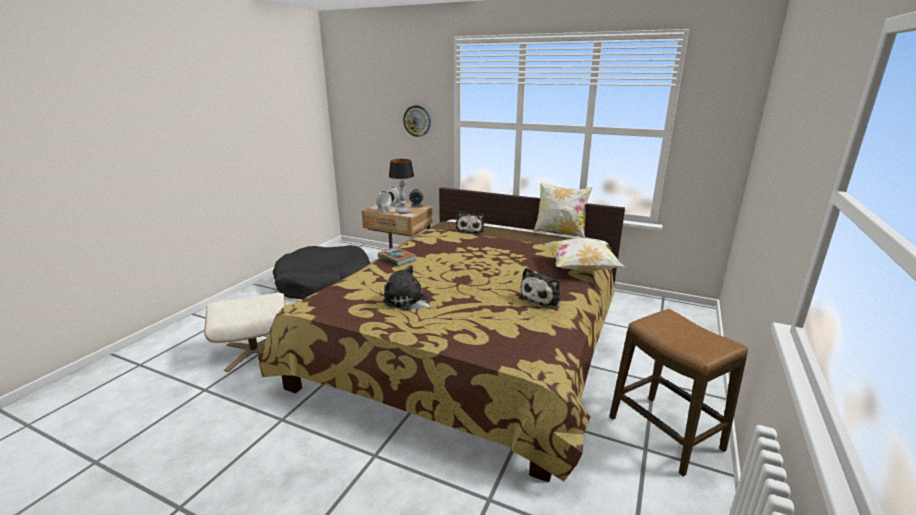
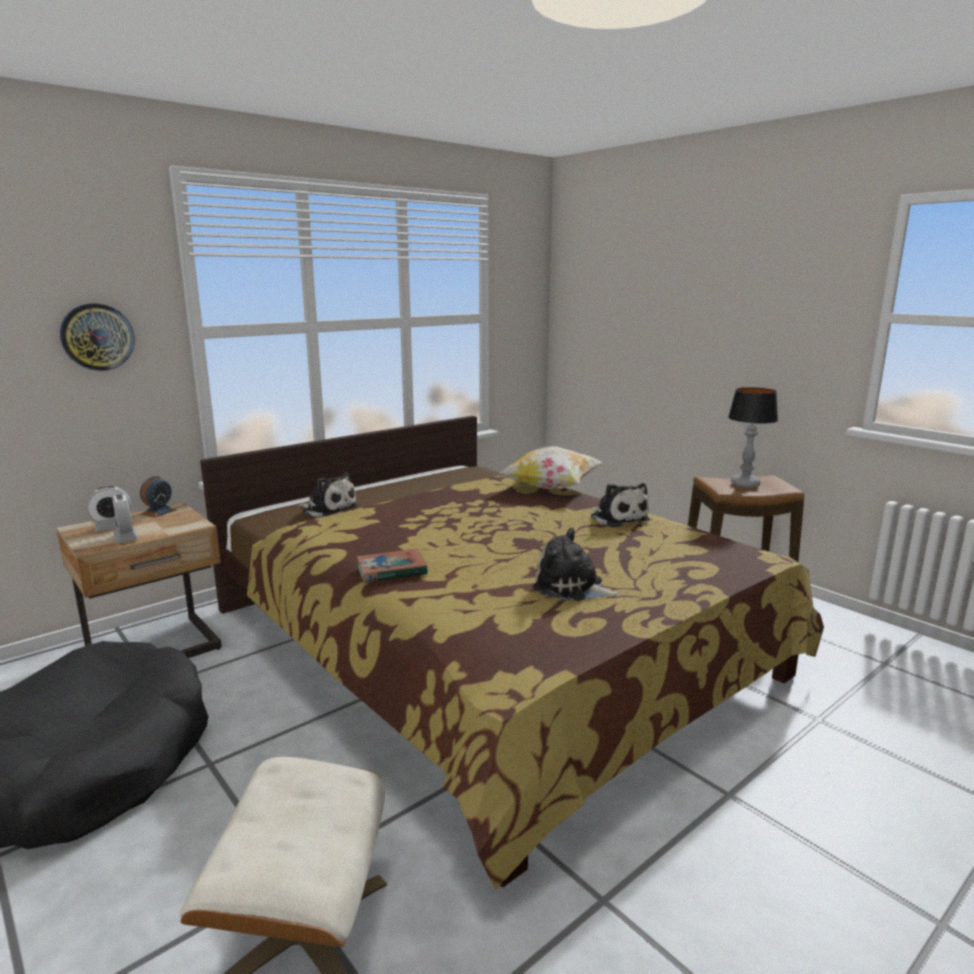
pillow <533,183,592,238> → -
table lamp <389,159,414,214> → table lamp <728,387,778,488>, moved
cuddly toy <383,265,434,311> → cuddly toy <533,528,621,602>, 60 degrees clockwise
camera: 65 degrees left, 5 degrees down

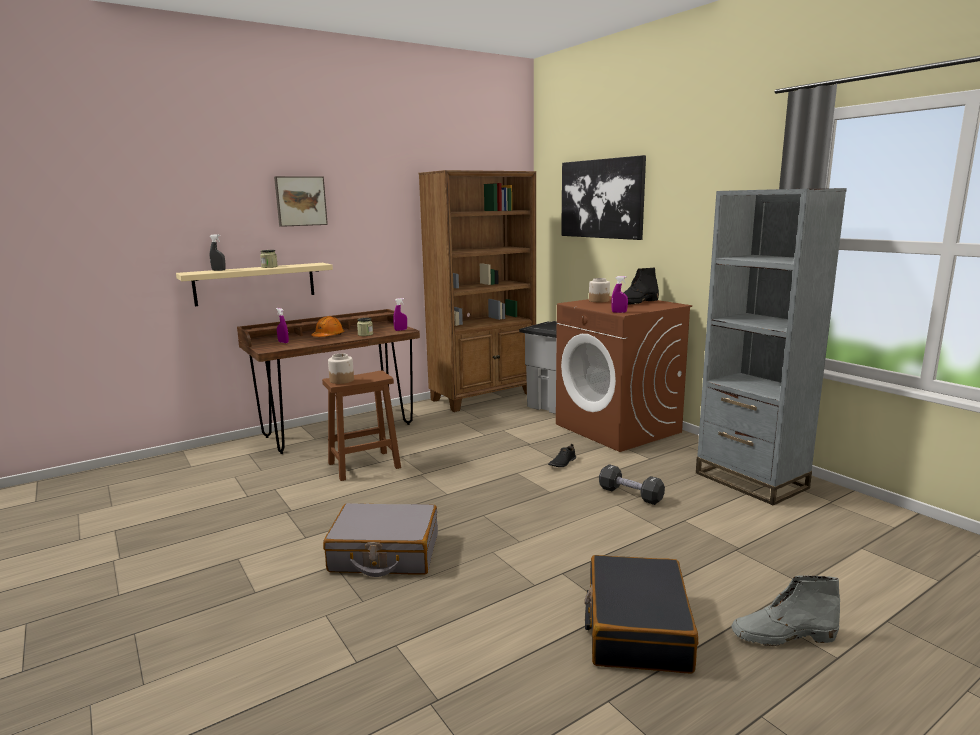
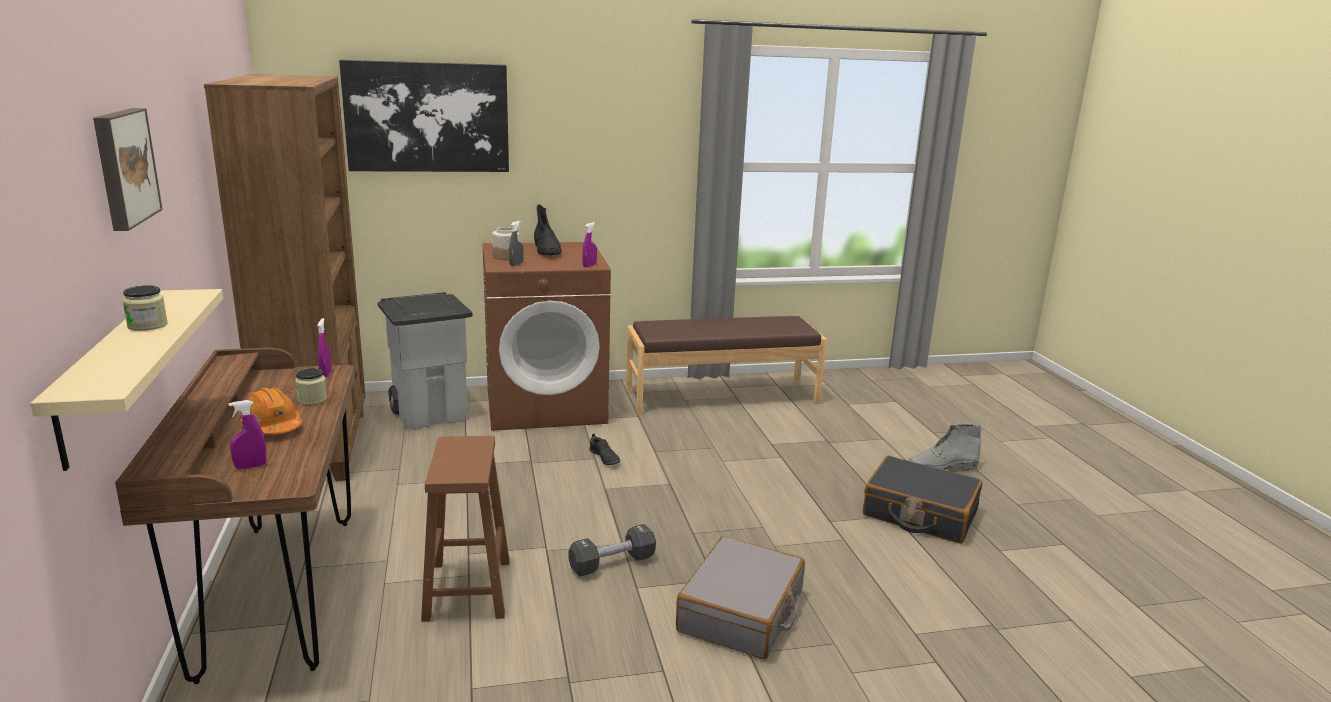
storage jar <328,354,354,384> → -
grey sprayer <210,234,226,271> → grey sprayer <509,221,524,266>, moved
black-coloured free weight <599,464,665,505> → black-coloured free weight <568,524,656,577>, moved
grey bookcase <696,188,847,505> → brownish bench <626,316,827,414>
grey boot <731,575,840,646> → grey boot <907,424,981,471>, 60 degrees clockwise
camera: 70 degrees left, 5 degrees up

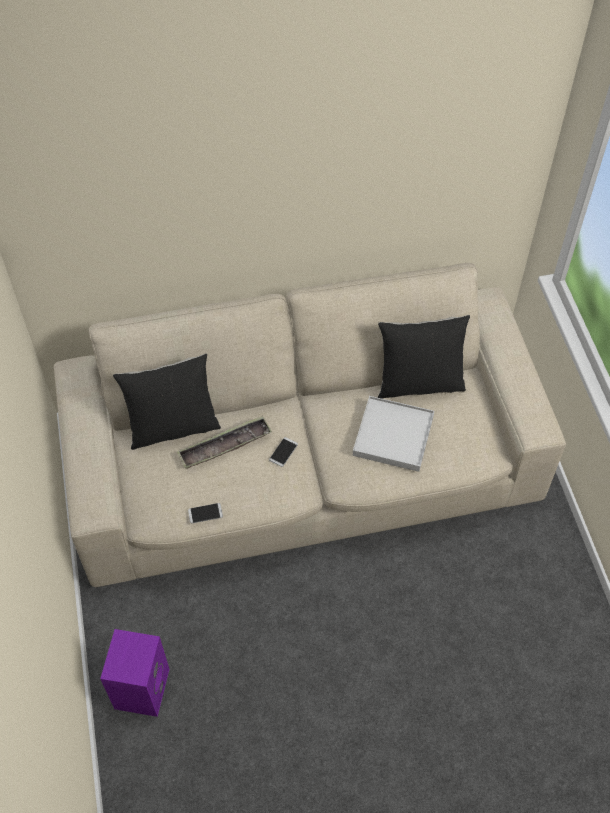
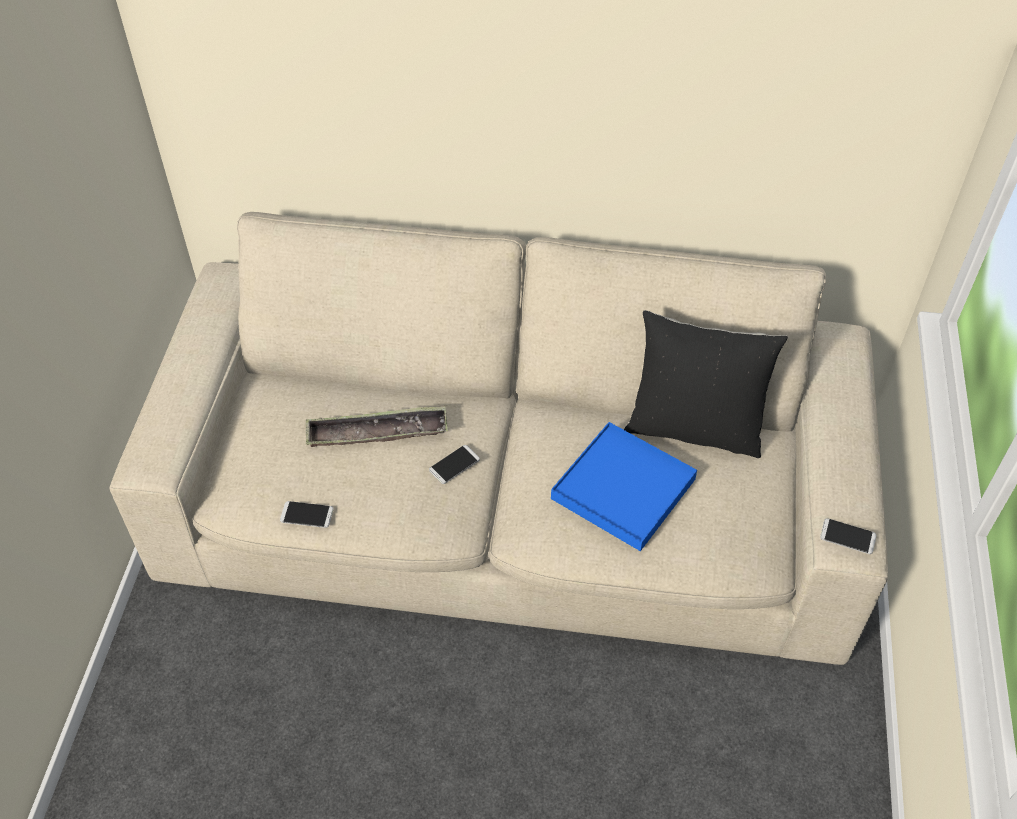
purplish audio speaker <100,629,169,717> → -
black-coloured pillow <113,353,221,450> → -
- → telephone <820,518,877,554>
white serving tray <353,396,434,472> → bluish serving tray <551,422,697,551>
camera: 20 degrees right, 5 degrees down

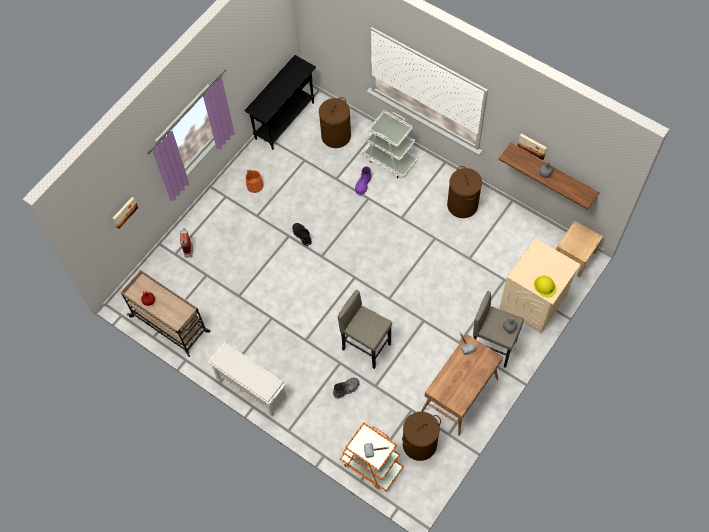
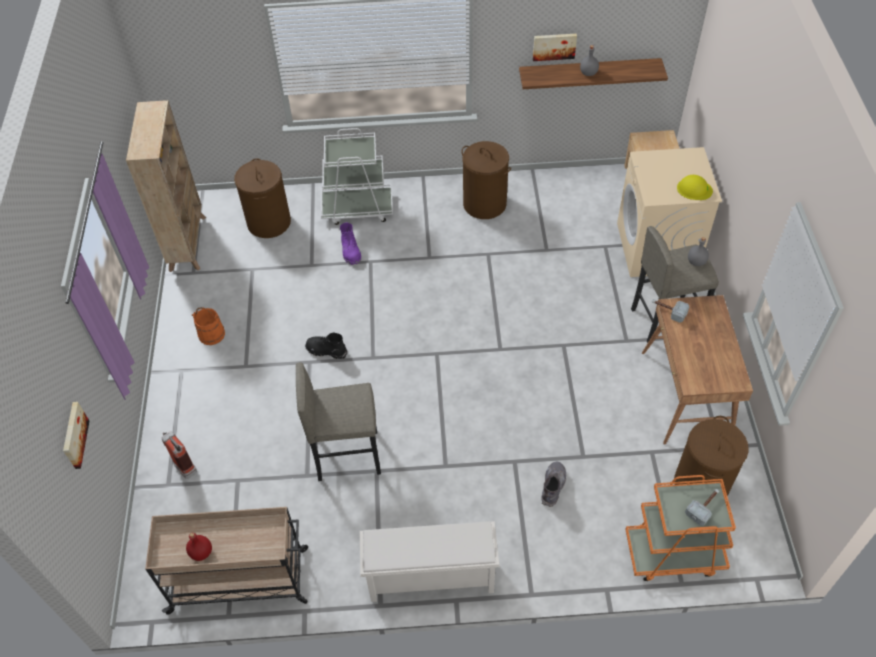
grey stool seat <338,290,392,369> → grey stool seat <296,362,381,481>, moved
black-coloured narrow table <244,55,316,150> → beige-coloured bookcase <126,100,206,272>
camera: 40 degrees left, 10 degrees down

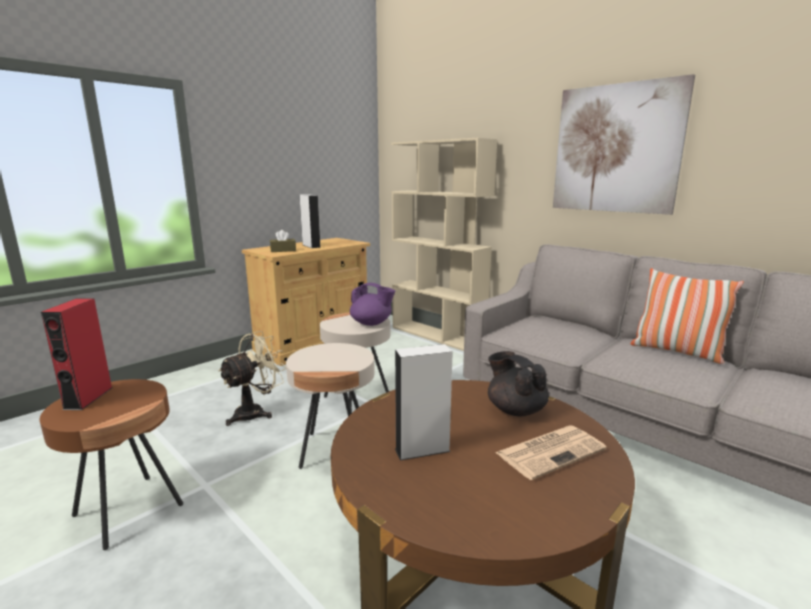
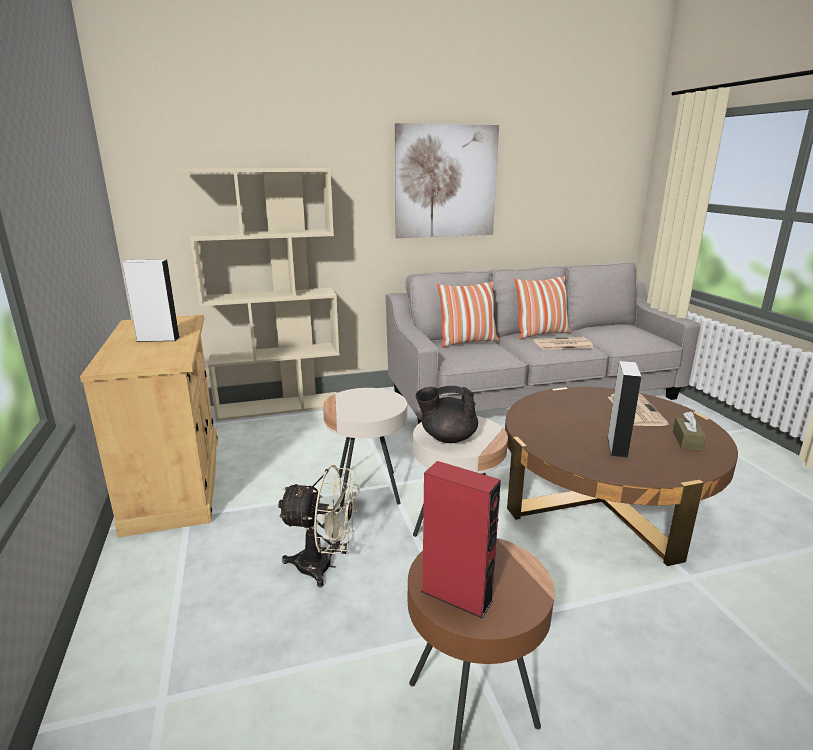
purplish pot for tea <350,283,395,326> → -
- → pillow <437,281,499,347>
- → printed paper <534,337,594,350>
brownish box of tissues <270,230,296,252> → brownish box of tissues <673,411,706,451>, moved
black-coloured pot for tea <488,351,549,416> → black-coloured pot for tea <416,386,478,443>, moved
beige-coloured fan <218,331,286,426> → beige-coloured fan <277,465,359,588>, 120 degrees clockwise
camera: 60 degrees left, 5 degrees up

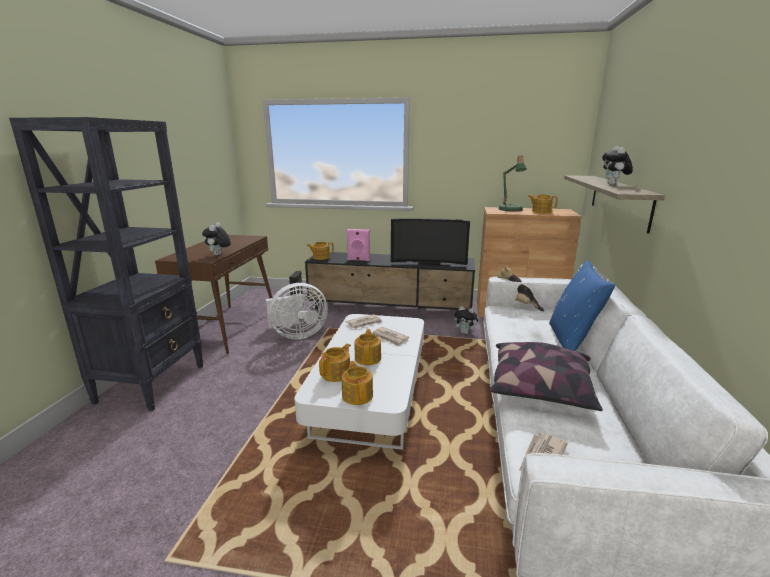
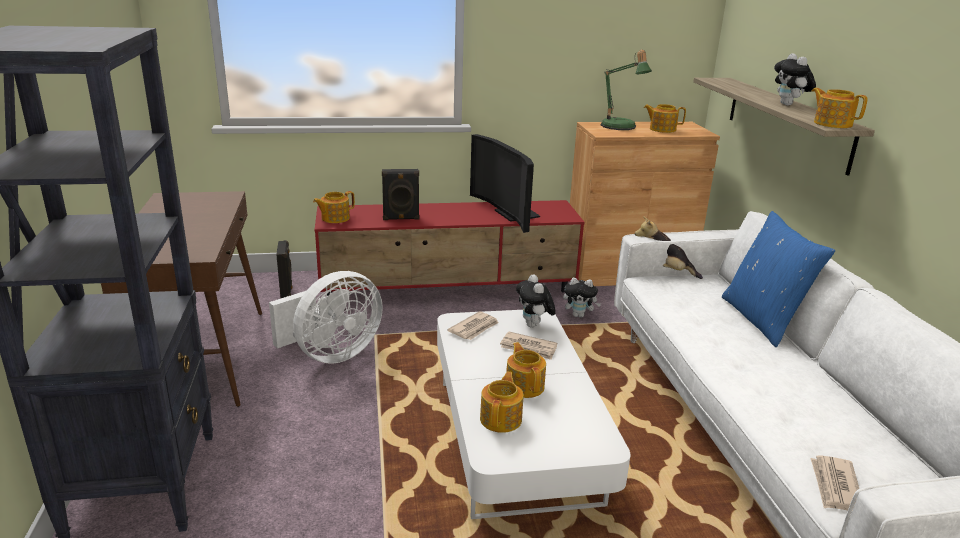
pillow <489,342,603,411> → -
cuddly toy <202,223,231,256> → cuddly toy <516,274,556,327>, moved
pot for tea <342,361,373,405> → pot for tea <812,88,868,128>, moved
black-coloured tv stand <305,252,475,310> → reddish tv stand <314,200,585,296>
pink-coloured audio speaker <346,229,370,261> → black-coloured audio speaker <382,169,419,220>
television <391,218,470,265> → television <470,134,540,233>, 75 degrees clockwise
camera: 20 degrees left, 5 degrees up

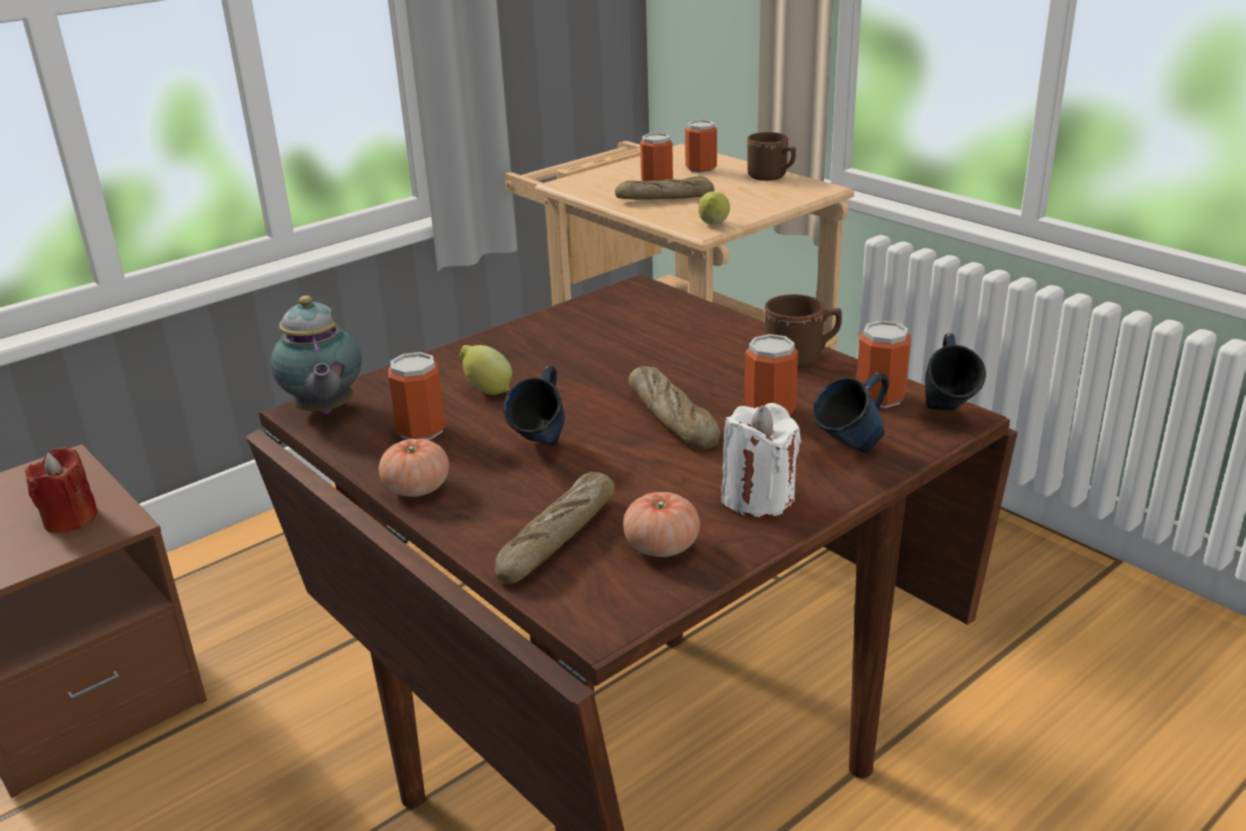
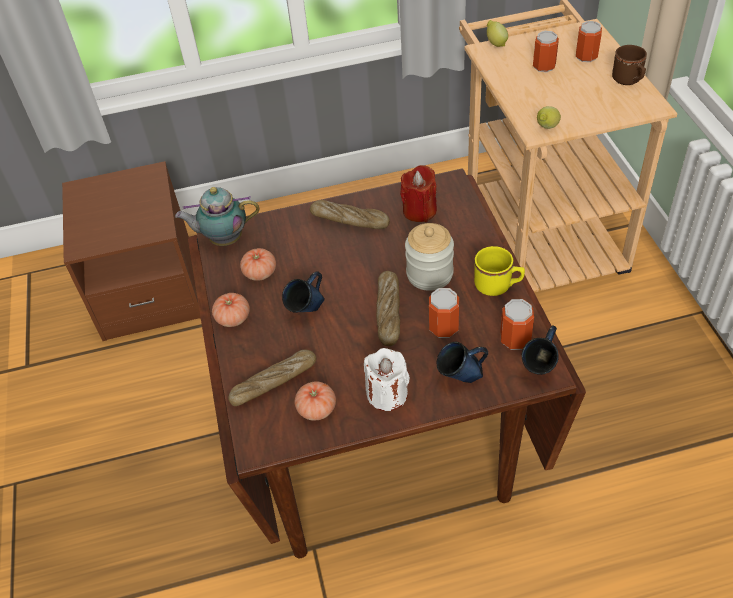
- → storage jar <405,223,454,291>
reddish candle <25,447,98,533> → reddish candle <400,165,437,222>, moved
citrus fruit <460,345,512,395> → citrus fruit <487,20,508,47>, moved
bakery bread <615,176,714,200> → bakery bread <310,200,390,229>, moved
metal can <388,352,446,440> → fresh tomato <240,248,276,281>
brownish coffee mug <765,294,842,369> → yellowish coffee mug <474,246,525,296>
pot for tea <271,296,362,414> → pot for tea <175,187,259,246>, 75 degrees clockwise
camera: 30 degrees right, 20 degrees up

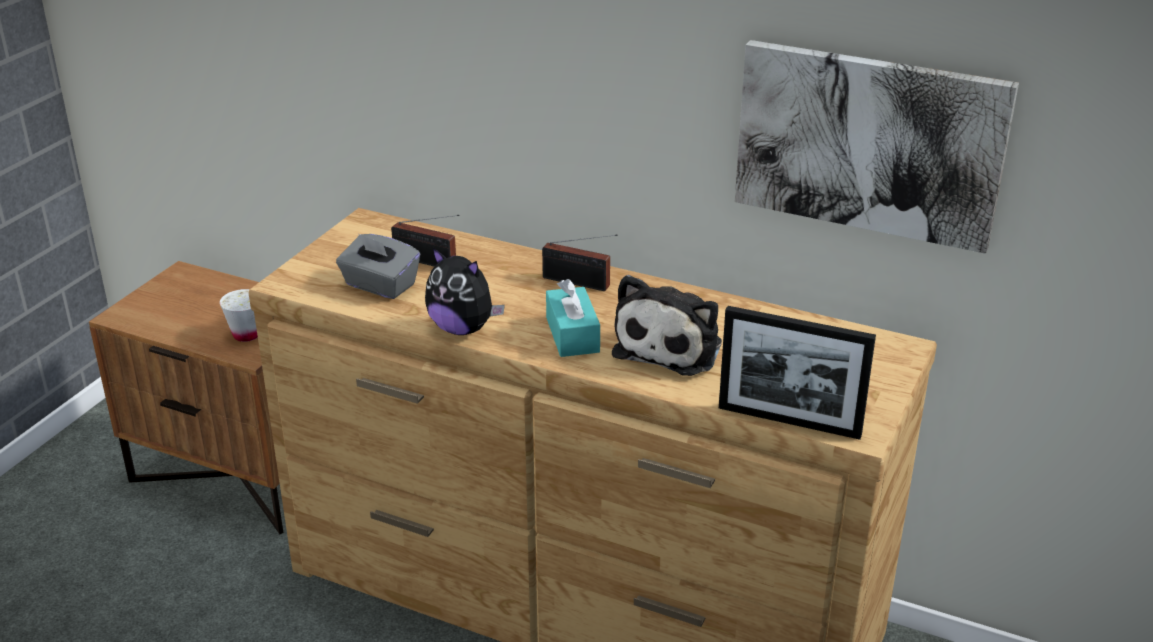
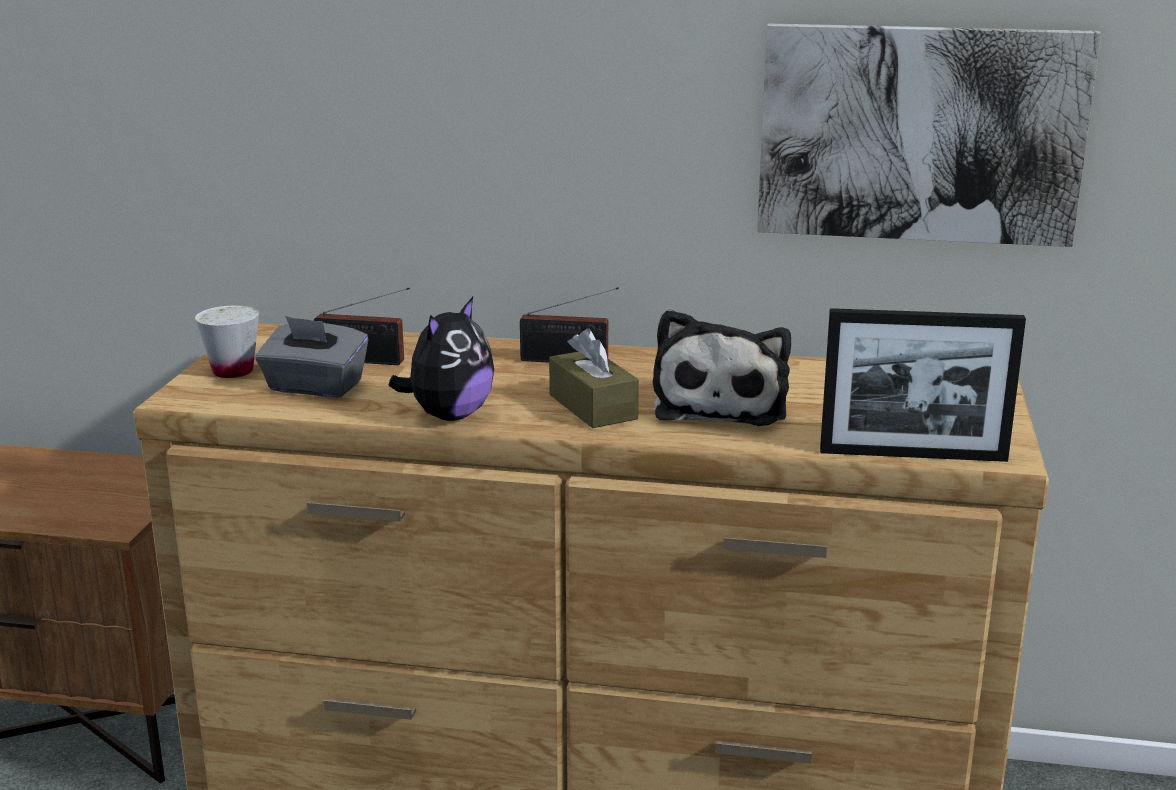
white cup <220,289,258,342> → white cup <195,306,259,378>, moved
turquoise box of tissues <546,279,600,357> → brownish box of tissues <549,329,639,428>
cuddly toy <425,248,505,335> → cuddly toy <389,297,494,421>, 75 degrees counterclockwise
camera: 15 degrees left, 10 degrees down

